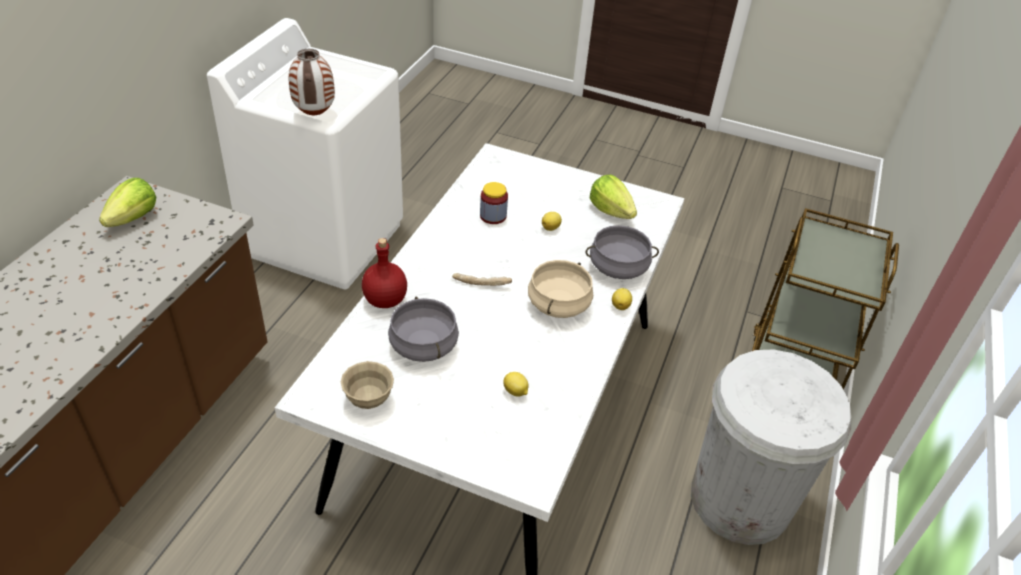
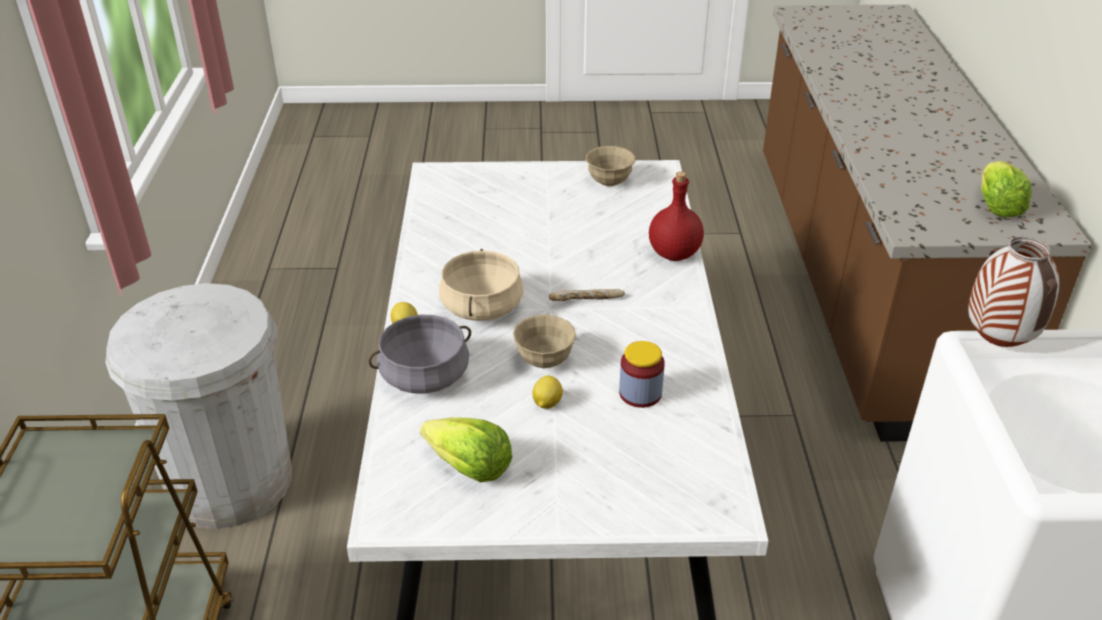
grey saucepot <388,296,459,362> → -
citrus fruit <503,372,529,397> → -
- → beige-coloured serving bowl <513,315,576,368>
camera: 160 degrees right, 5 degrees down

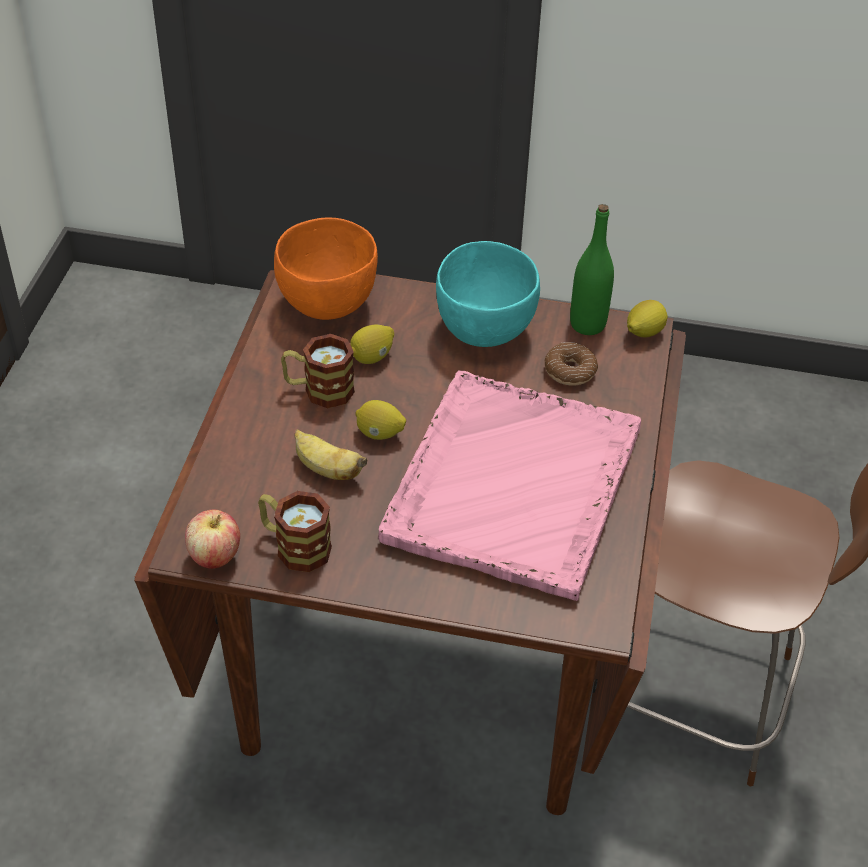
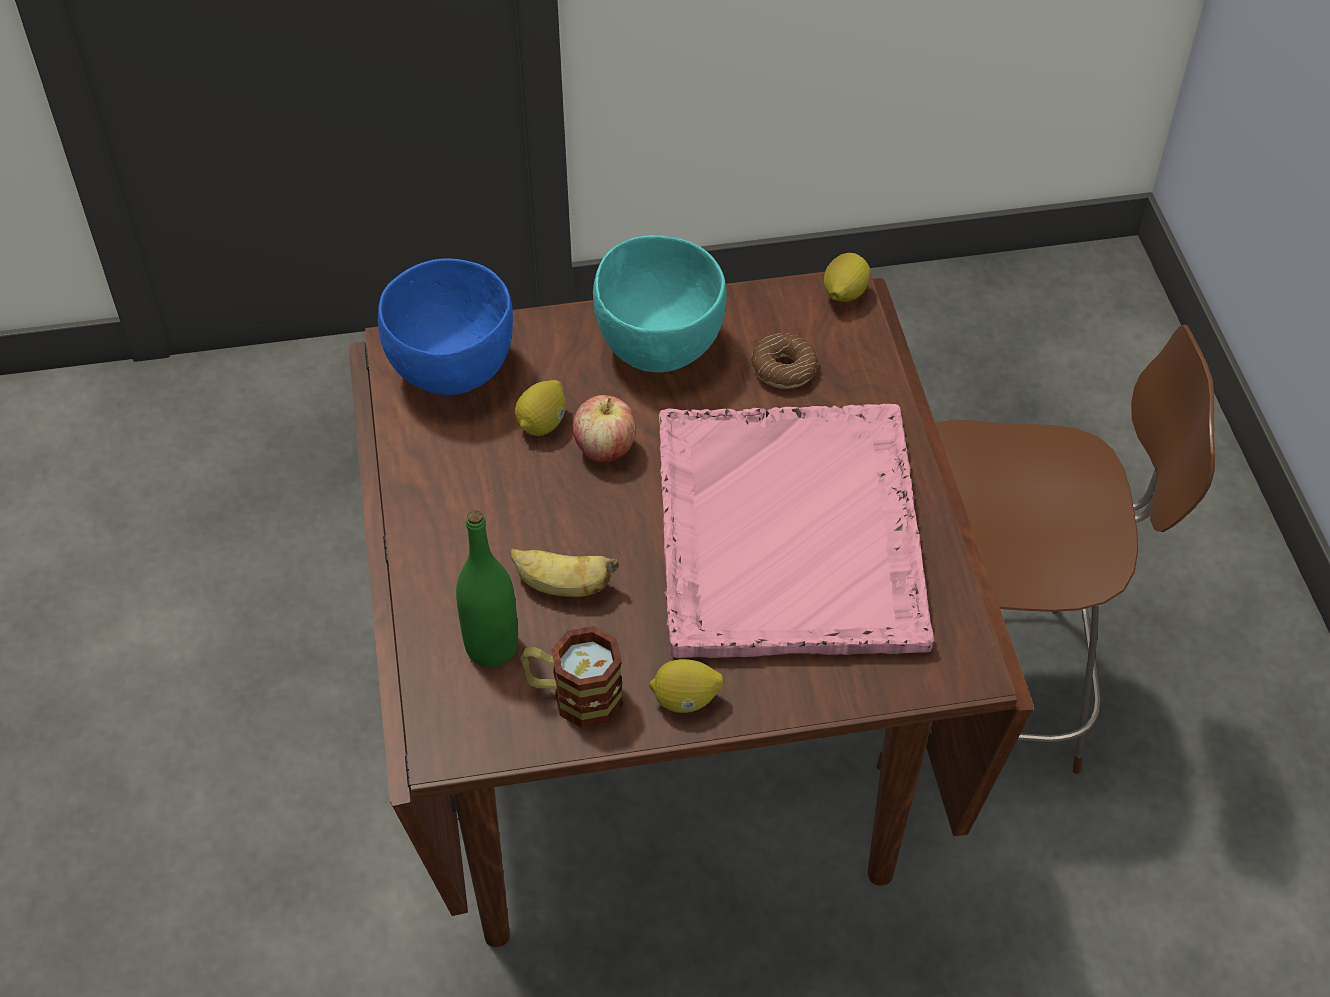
coffee mug <281,334,355,408> → -
apple fruit <185,510,240,569> → apple fruit <573,395,636,463>, moved
citrus fruit <356,400,406,440> → citrus fruit <649,659,723,713>, moved
greenish beverage bottle <570,204,614,335> → greenish beverage bottle <456,510,518,667>, moved
orange-coloured serving bowl <274,218,378,320> → bluish serving bowl <378,258,513,395>
camera: 20 degrees left, 5 degrees up

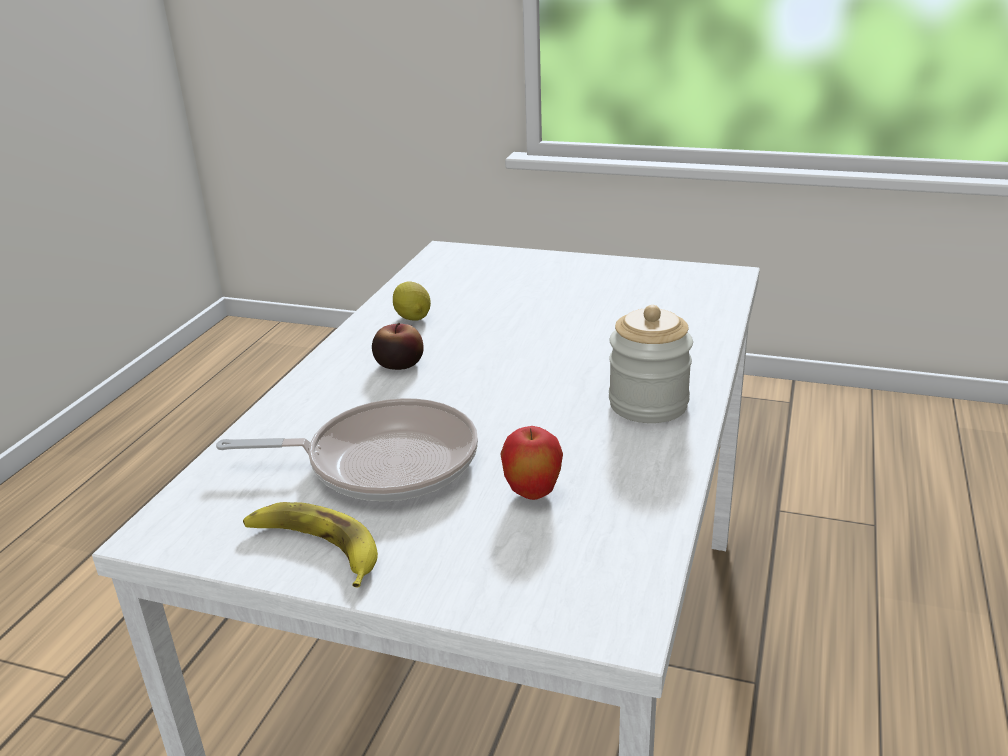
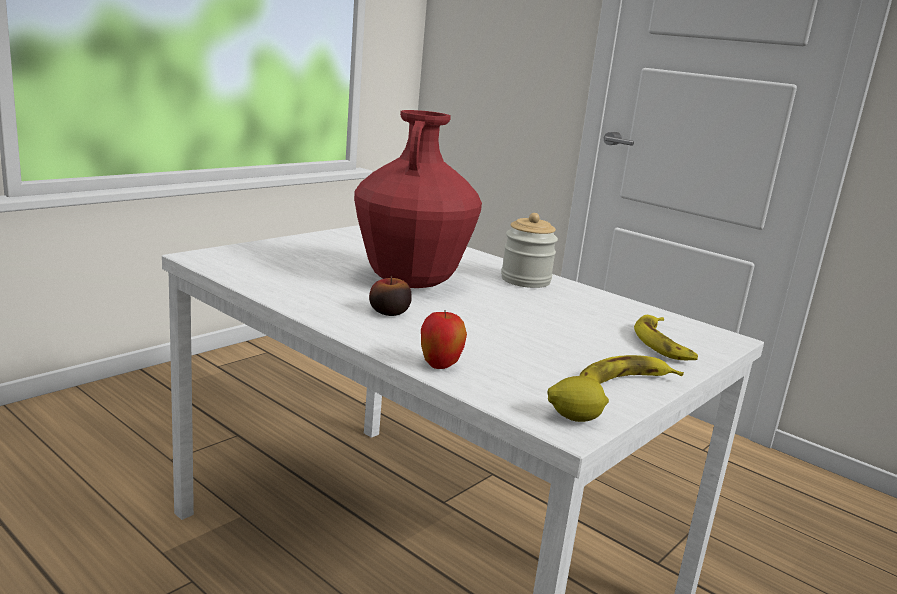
frying pan <216,398,478,501> → -
- → reddish flower vase <354,110,482,288>
- → banana fruit <634,315,698,360>
citrus fruit <393,281,431,321> → citrus fruit <547,376,609,422>, moved
apple fruit <500,426,563,500> → apple fruit <421,311,467,369>, moved
camera: 70 degrees left, 10 degrees down

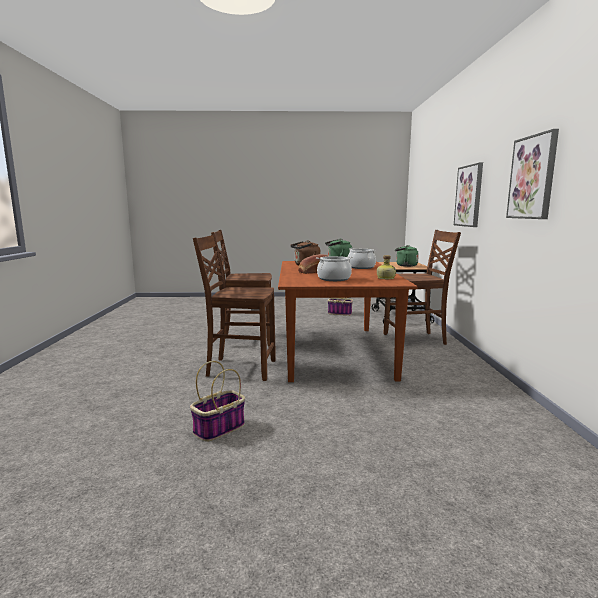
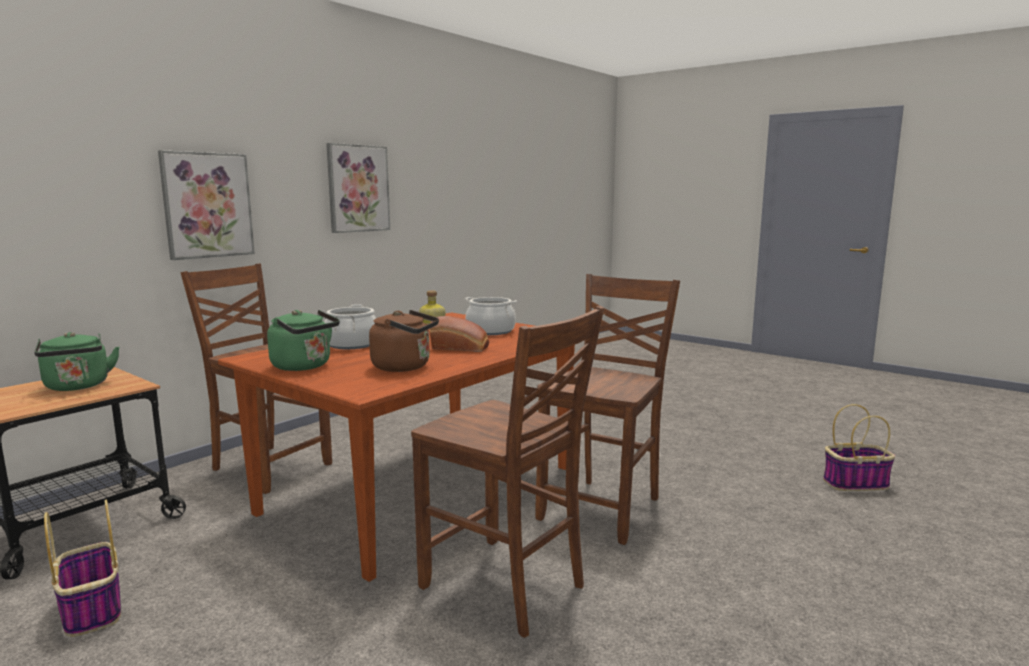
storage basket <190,361,245,442> → storage basket <823,404,895,491>, moved
brownish upright chair <193,234,276,381> → brownish upright chair <535,274,680,545>, 105 degrees counterclockwise
camera: 140 degrees left, 0 degrees up

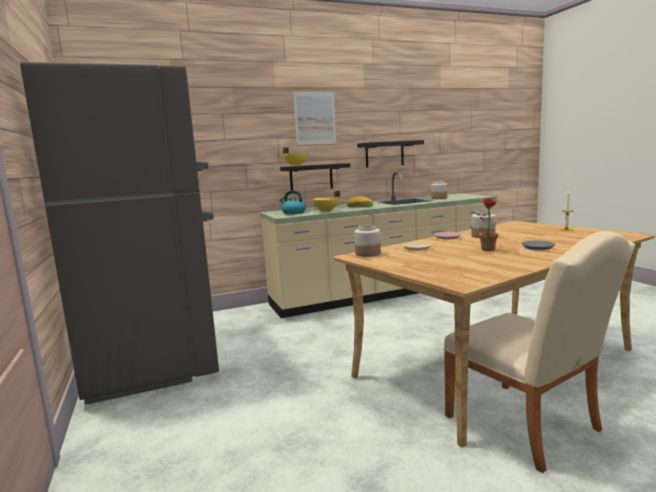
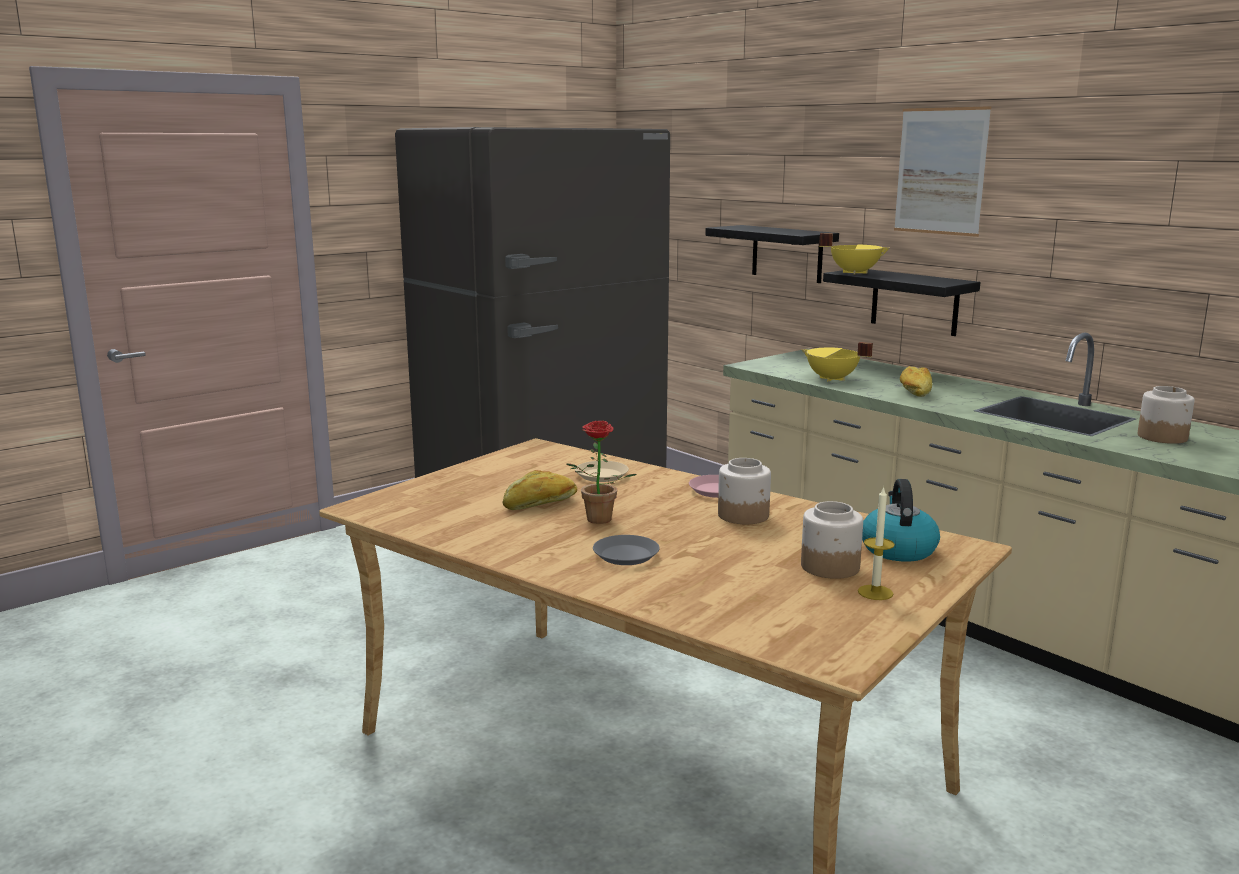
beige-coloured upright chair <443,231,635,473> → -
- → bakery bread <503,470,577,510>
tea kettle <280,190,306,215> → tea kettle <862,479,940,562>, moved
storage jar <354,225,381,257> → storage jar <801,501,863,579>, moved
black-coloured shelf <357,140,424,168> → black-coloured shelf <705,225,839,283>, moved
camera: 70 degrees right, 5 degrees up

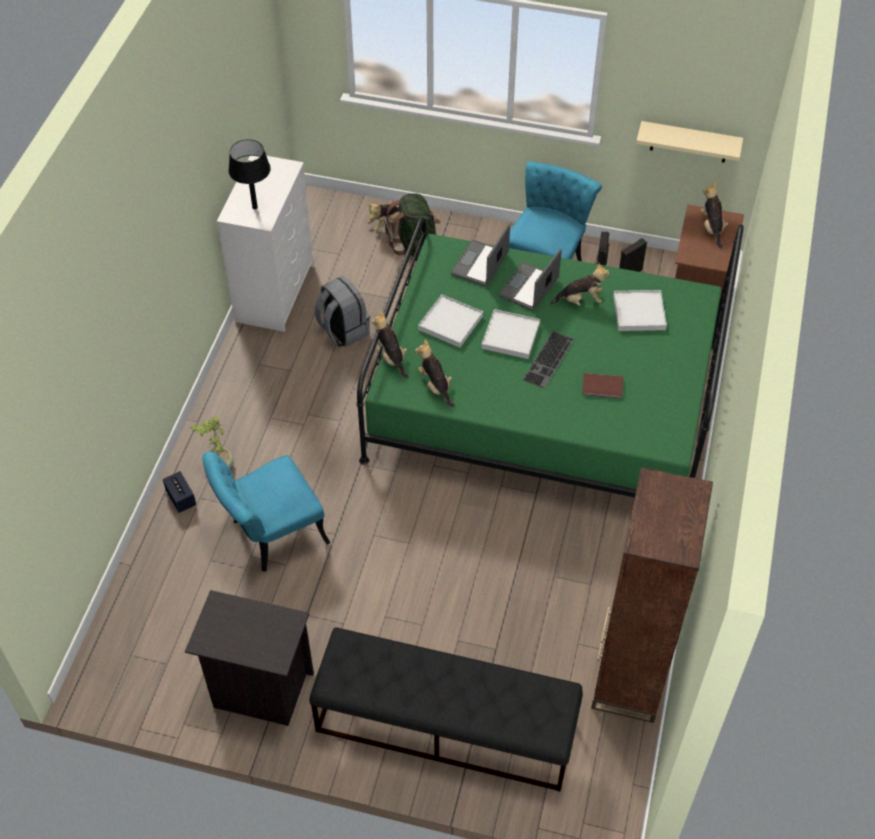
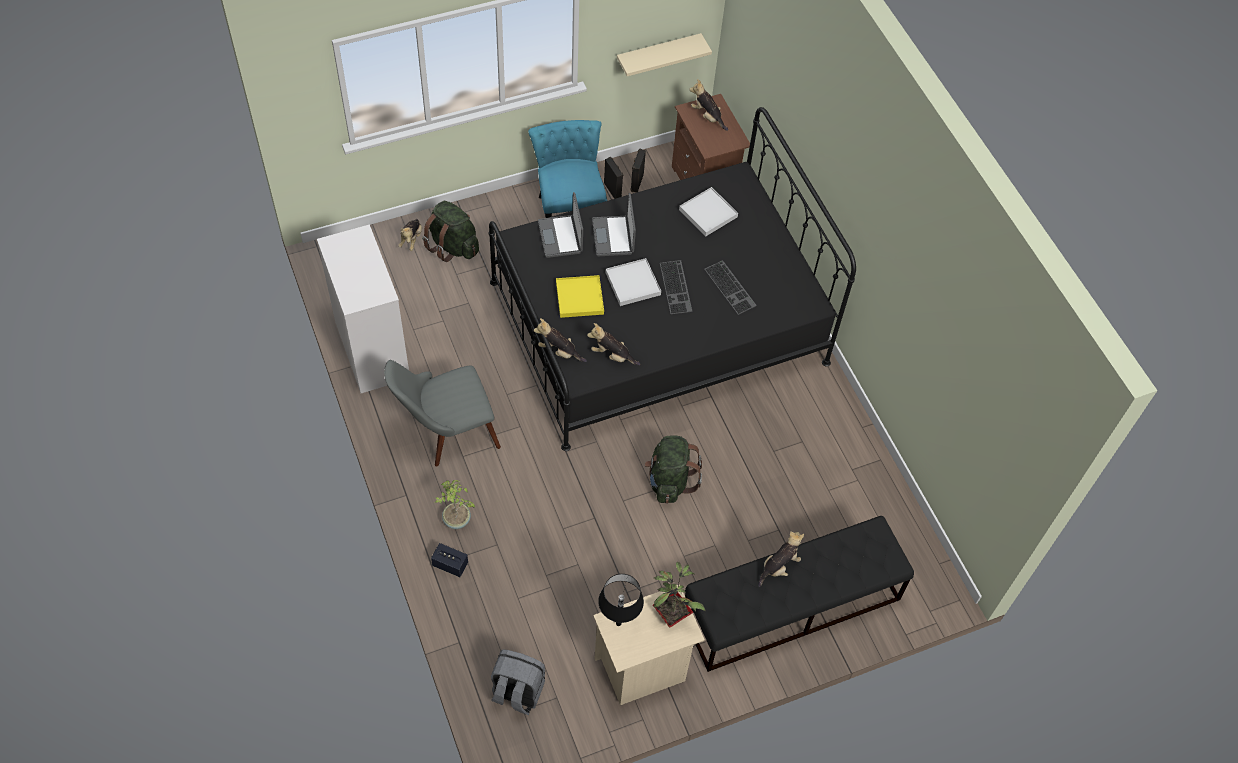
turquoise upright chair <203,451,330,572> → -
brownish bookcase <591,467,713,723> → -
- → grey upright chair <384,360,501,467>
- → greenish backpack <645,435,702,504>
- → potted plant <653,562,705,628>
black-coloured table lamp <228,139,271,209> → black-coloured table lamp <598,574,644,626>, moved
grey backpack <315,276,370,347> → grey backpack <491,649,545,715>, moved
cuddly toy <551,263,610,306> → cuddly toy <758,531,804,587>, moved
brownish bound book <582,373,623,399> → keyboard <705,260,757,315>
black-coloured night table <185,590,314,726> → beige-coloured night table <593,584,705,705>
greenish bed <356,217,744,498> → black-coloured bed <488,107,856,451>
white serving tray <418,294,483,348> → yellowish serving tray <556,275,604,318>
camera: 40 degrees left, 5 degrees up

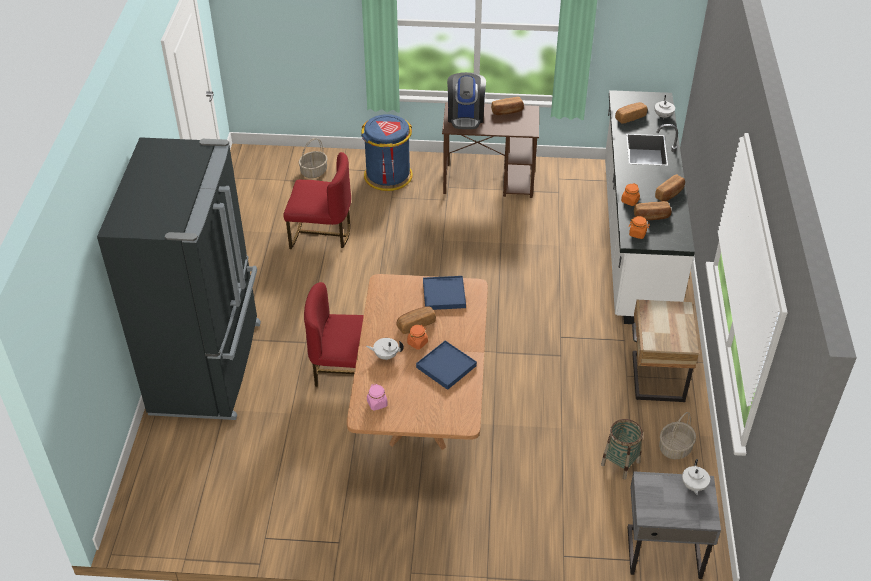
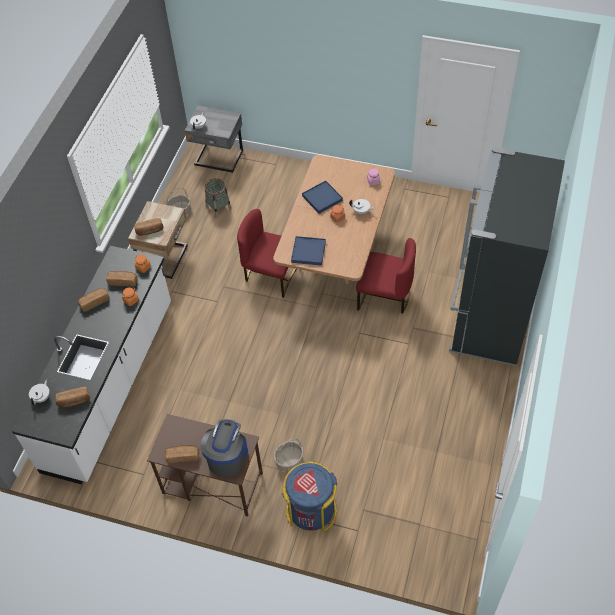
reddish upright chair <283,152,351,249> → reddish upright chair <237,209,297,298>, moved
storage basket <299,138,327,178> → storage basket <274,438,304,471>, moved
bakery bread <397,306,436,334> → bakery bread <135,218,164,235>, moved
camera: 165 degrees left, 10 degrees up

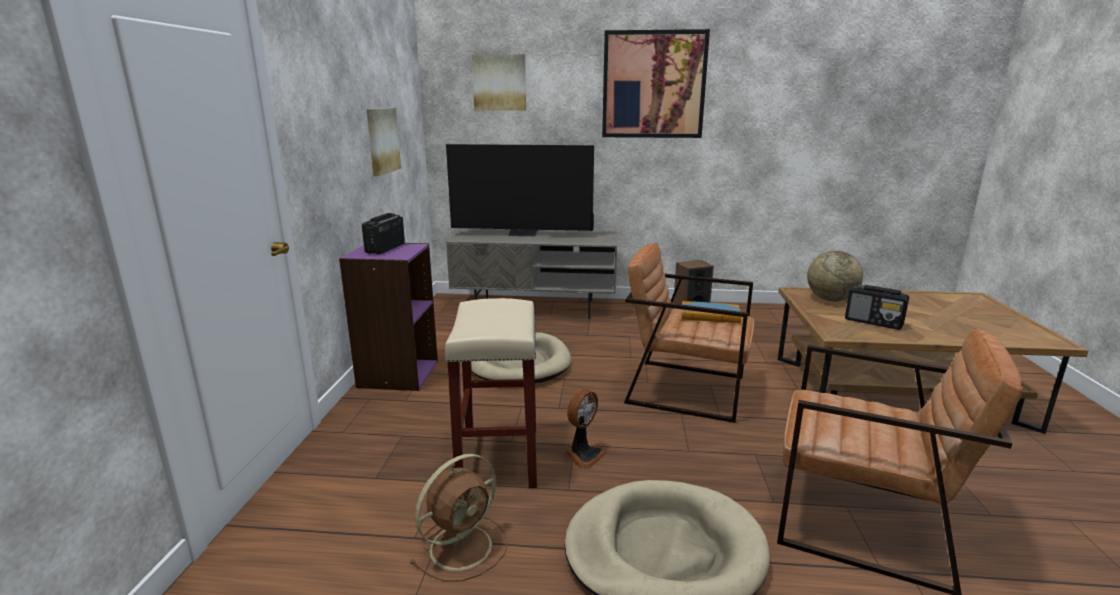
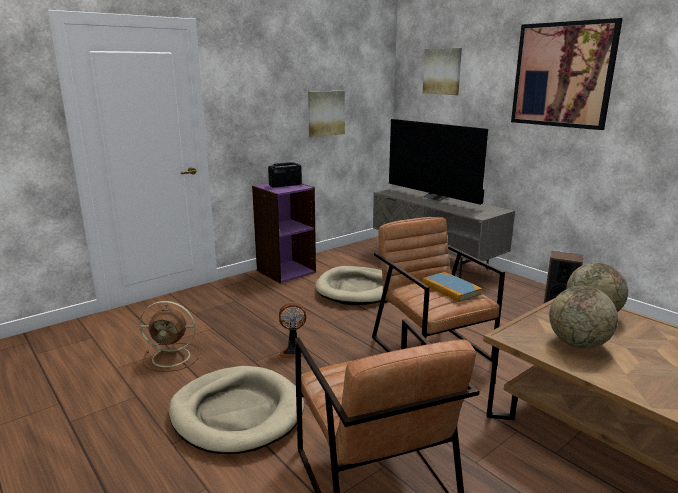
beige-coloured stool seat <445,298,537,488> → -
radio receiver <845,285,909,330> → world globe <549,286,618,349>
camera: 45 degrees right, 0 degrees up

